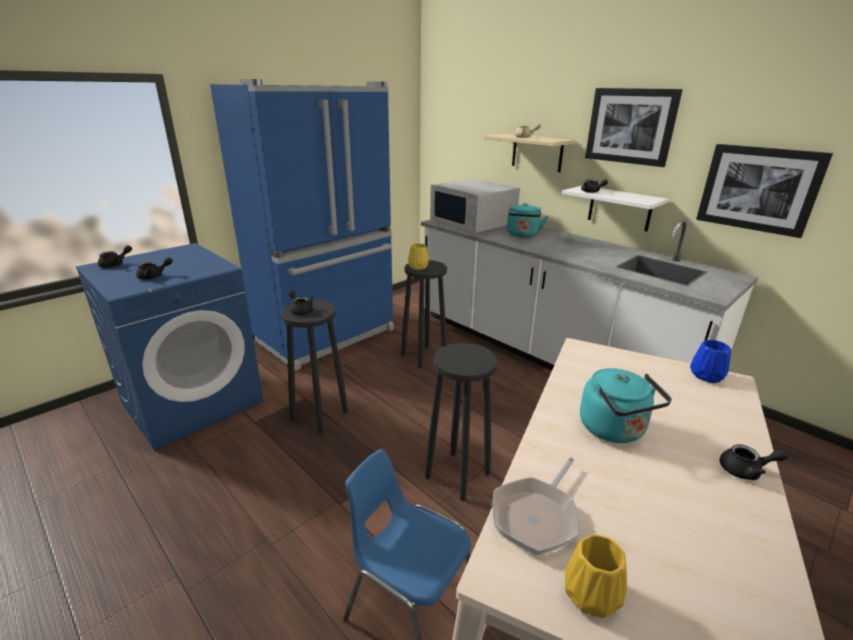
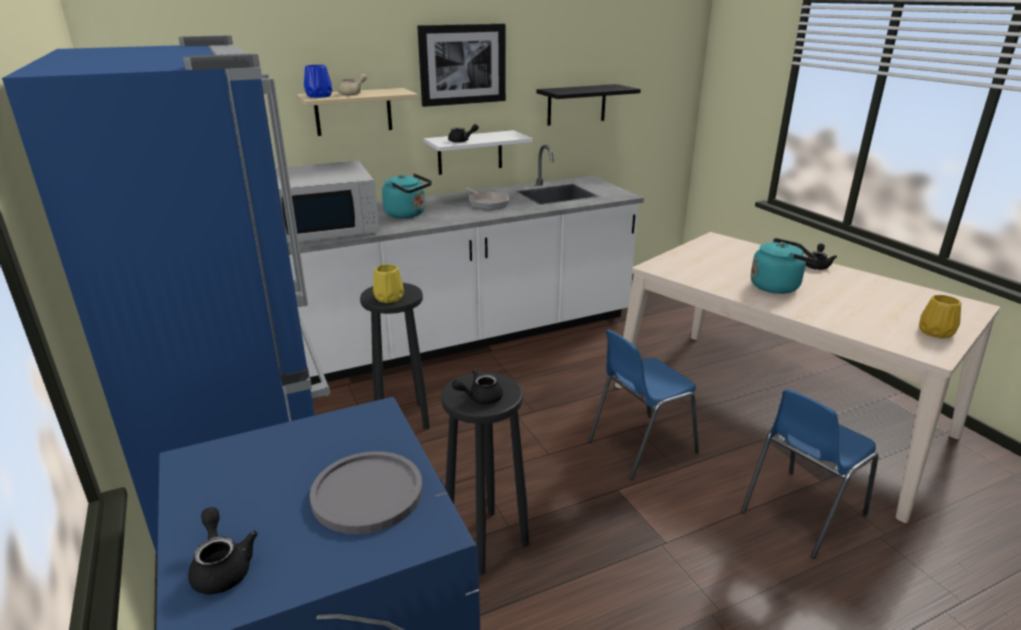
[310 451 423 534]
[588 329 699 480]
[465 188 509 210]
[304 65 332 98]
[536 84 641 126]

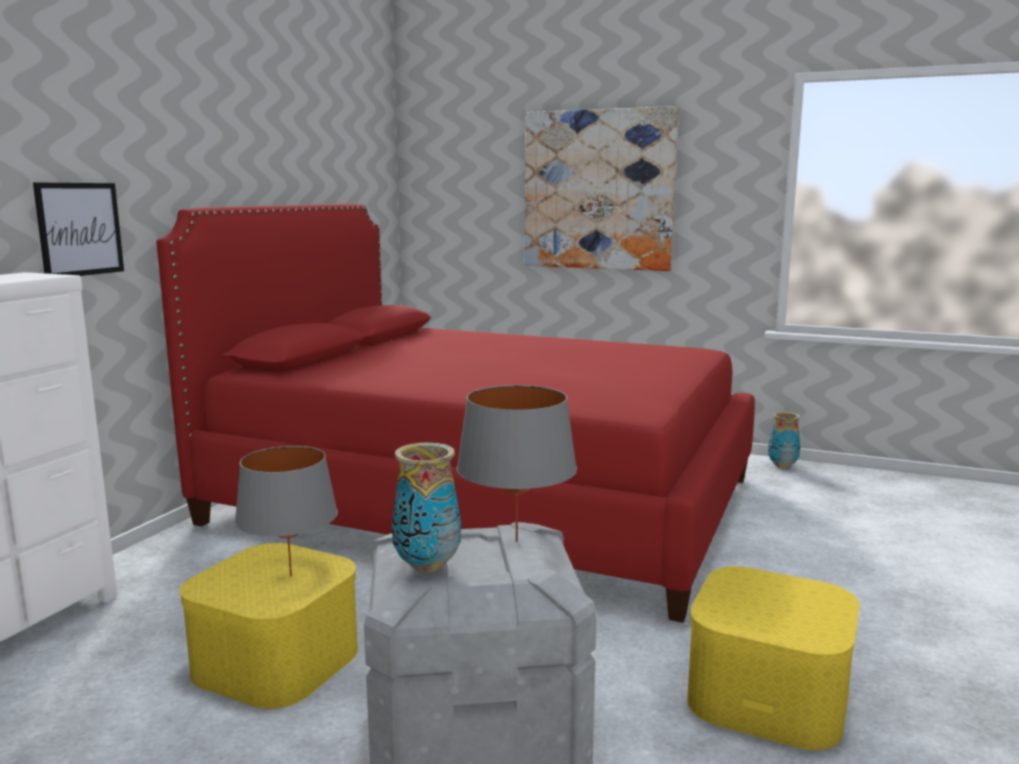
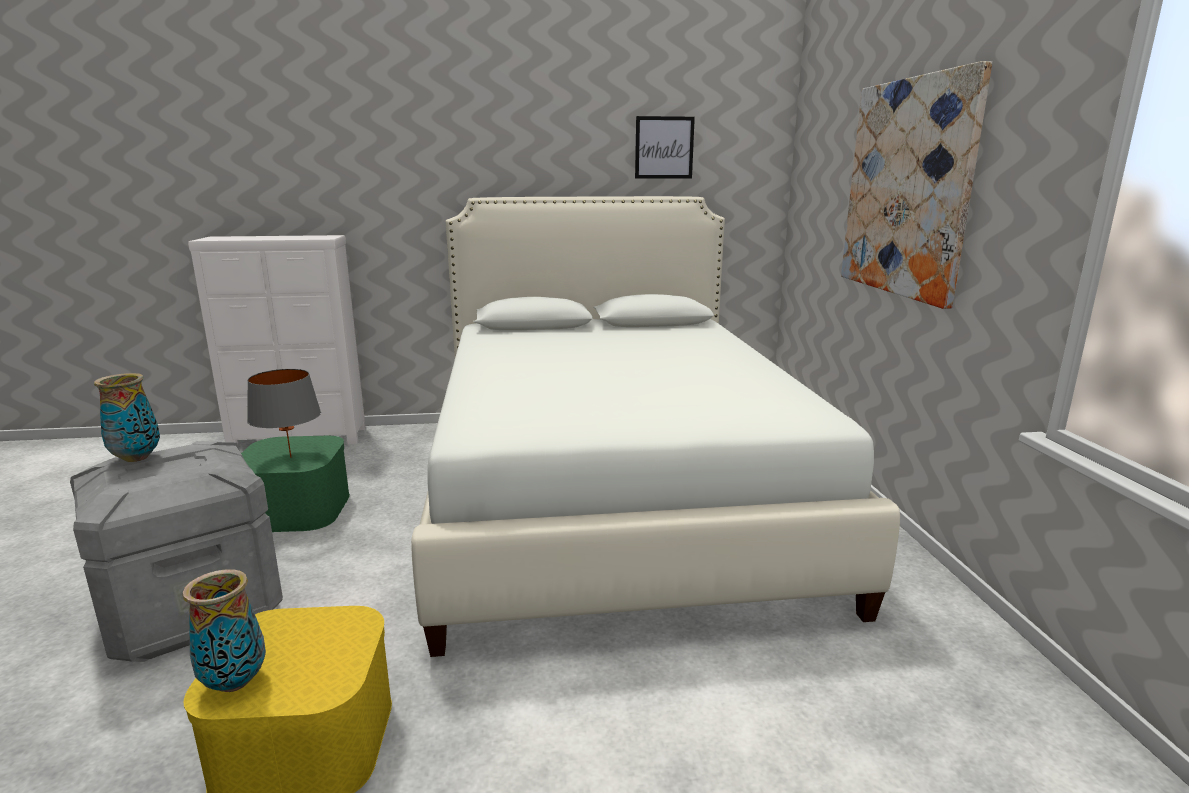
[635 116 695 178]
[411 196 900 657]
[241 436 350 532]
[456 385 577 542] (first image)
[182 569 266 692]

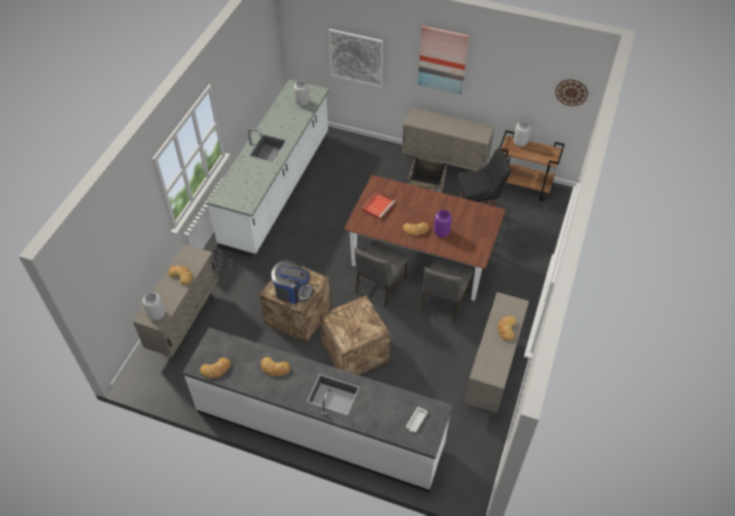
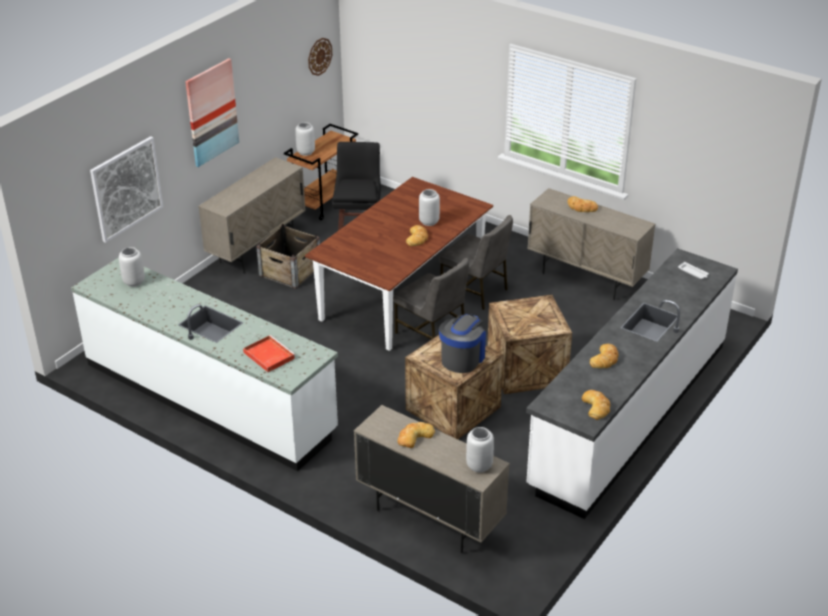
[243 335 296 372]
[419 189 440 226]

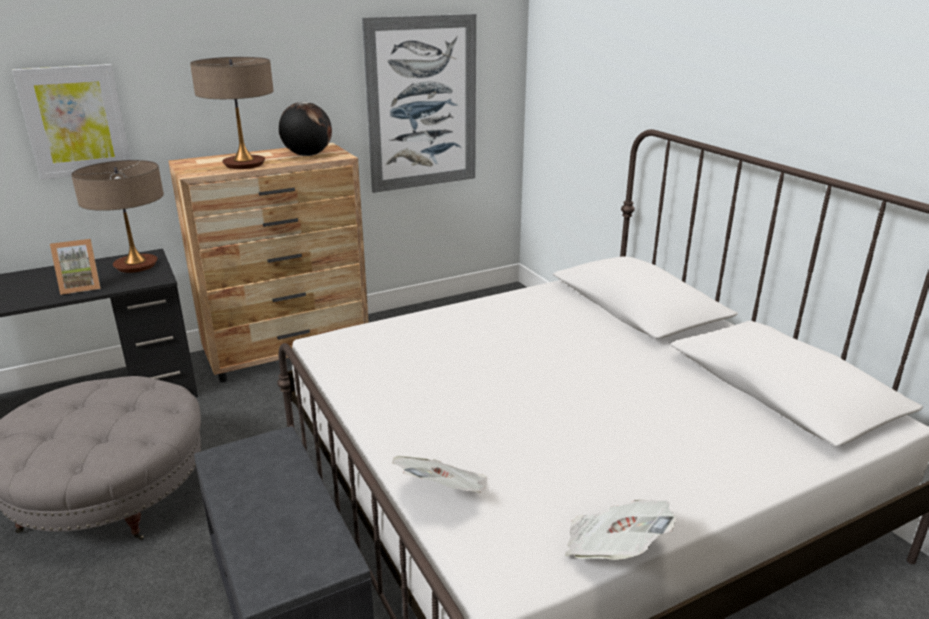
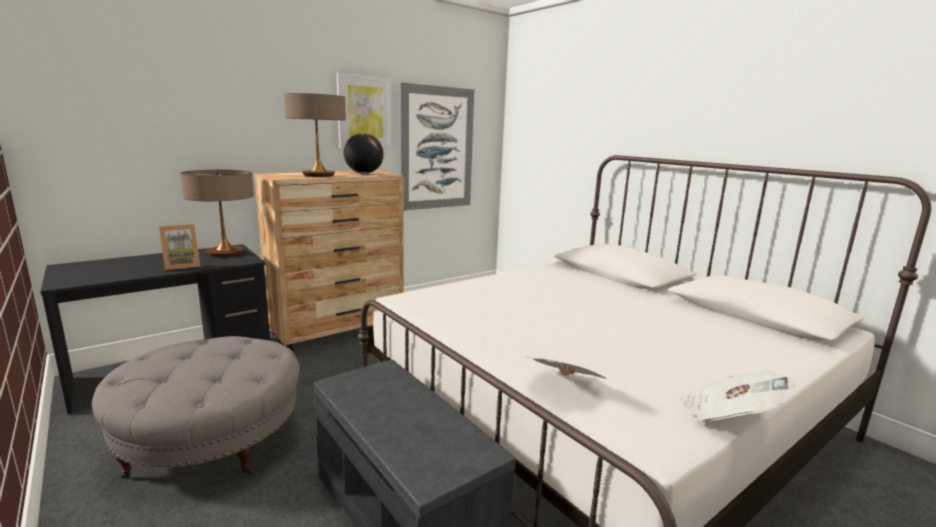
[337 73 392 148]

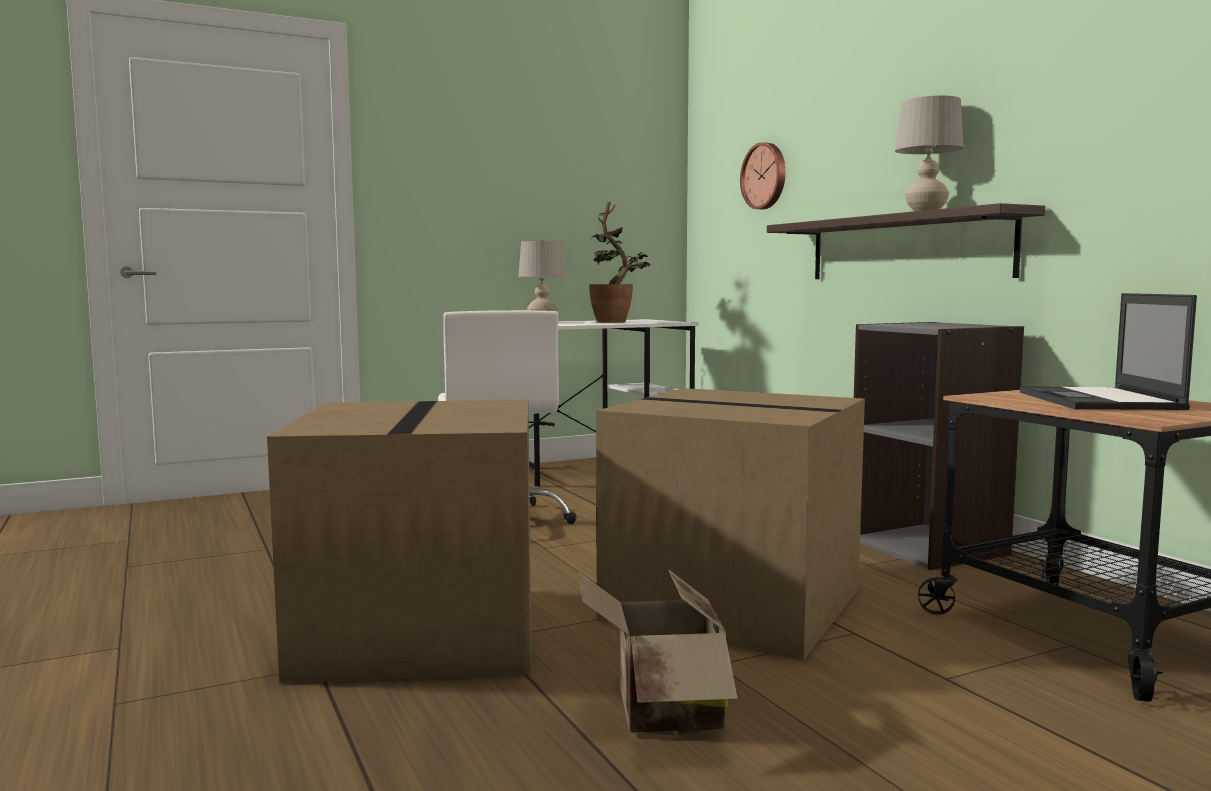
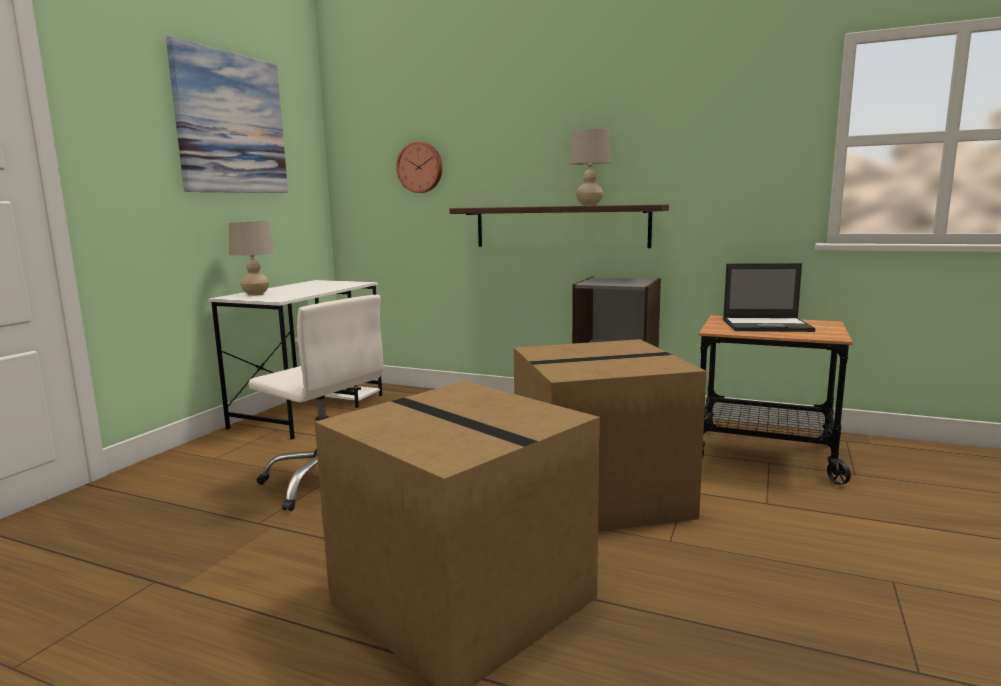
[578 569 738 735] (first image)
[589 202 651 323] (first image)
[723 263 816 332]
[166 36 288 193]

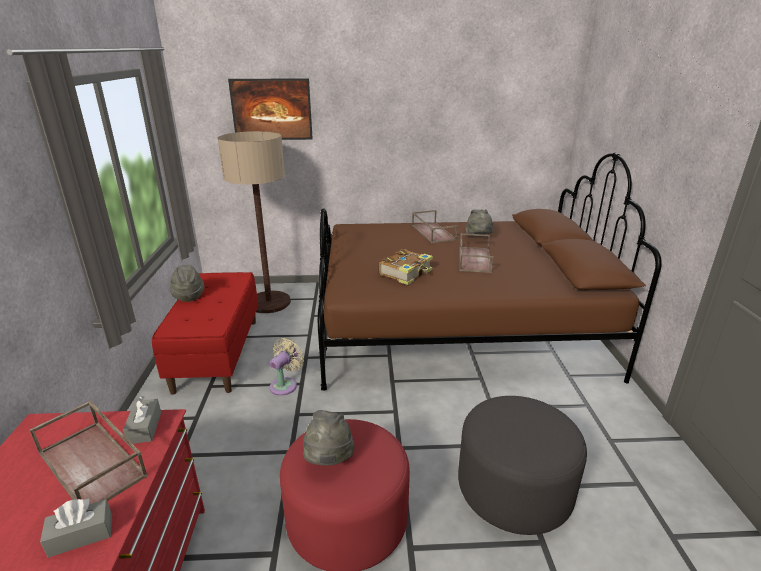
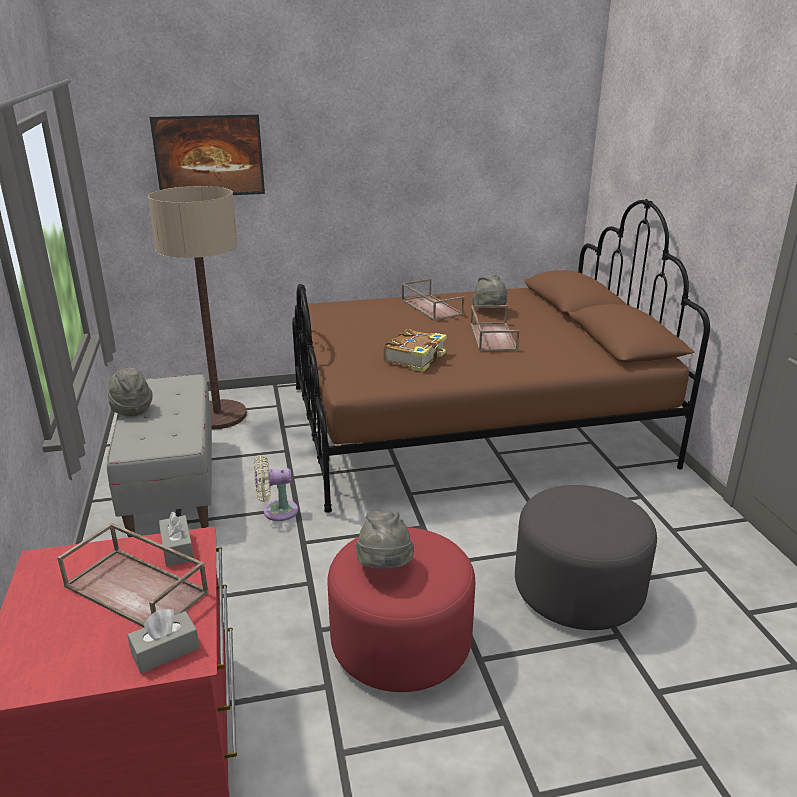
[107 374 212 537]
[254 455 298 521]

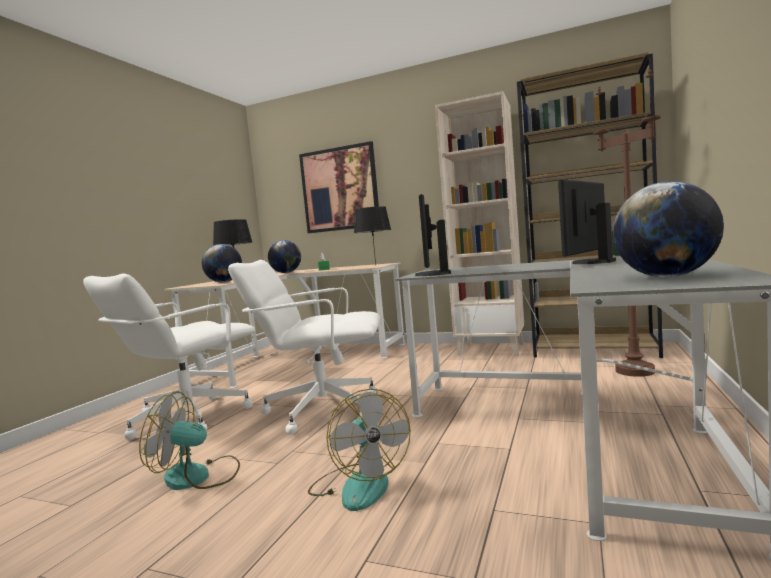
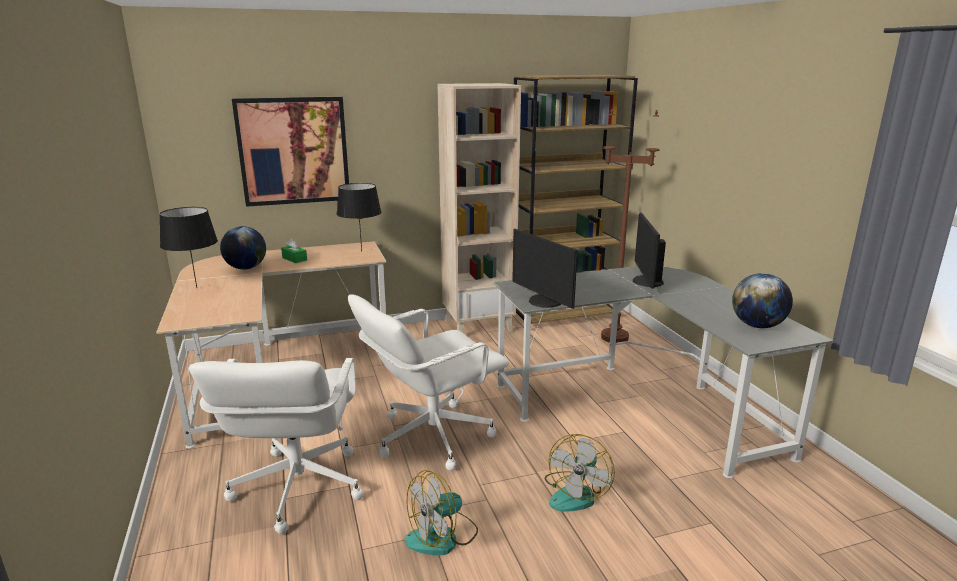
[202 244 242 282] (first image)
[545 434 615 511]

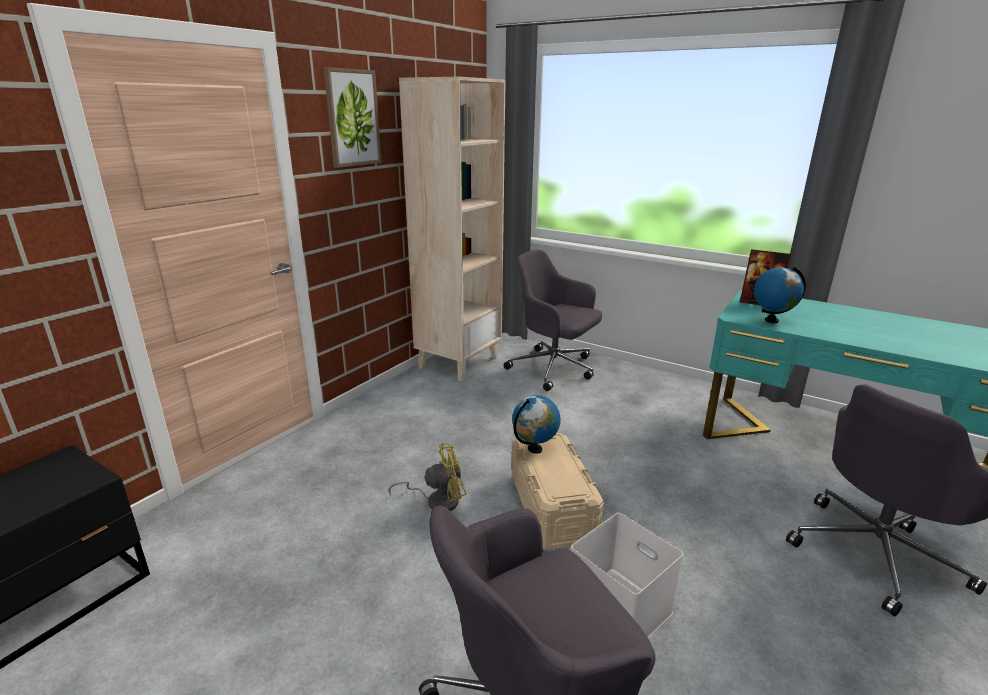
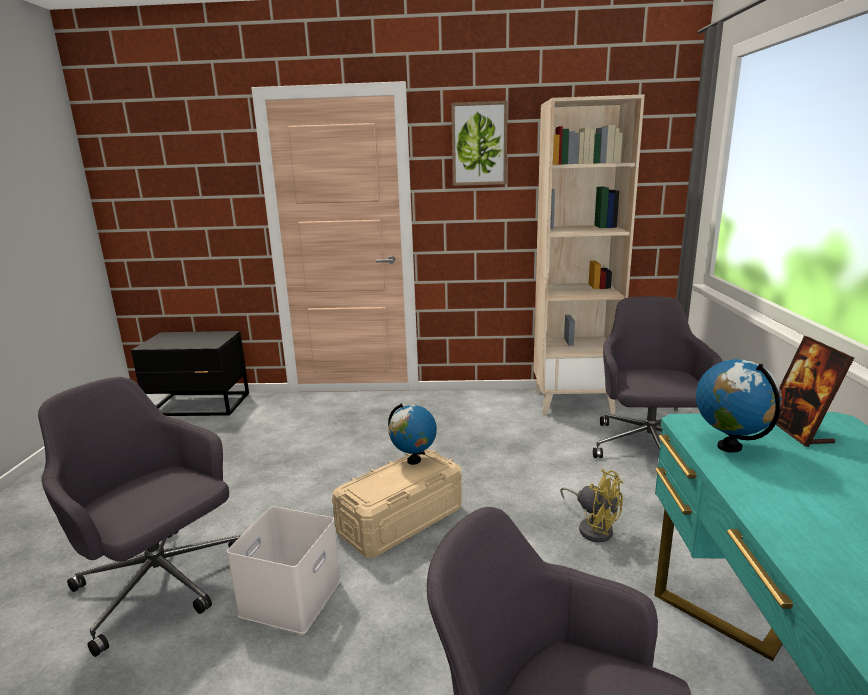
[560 469 623 542]

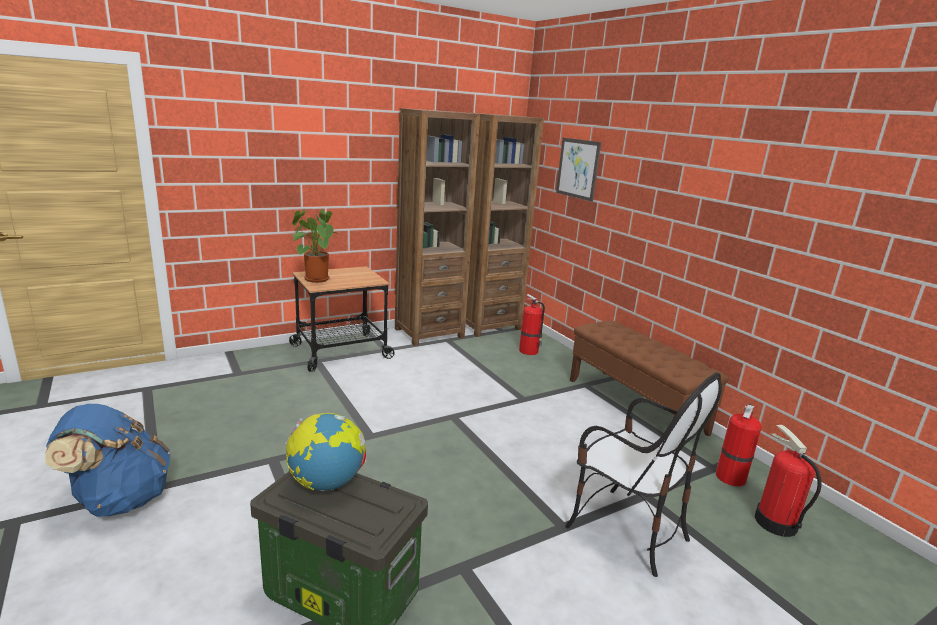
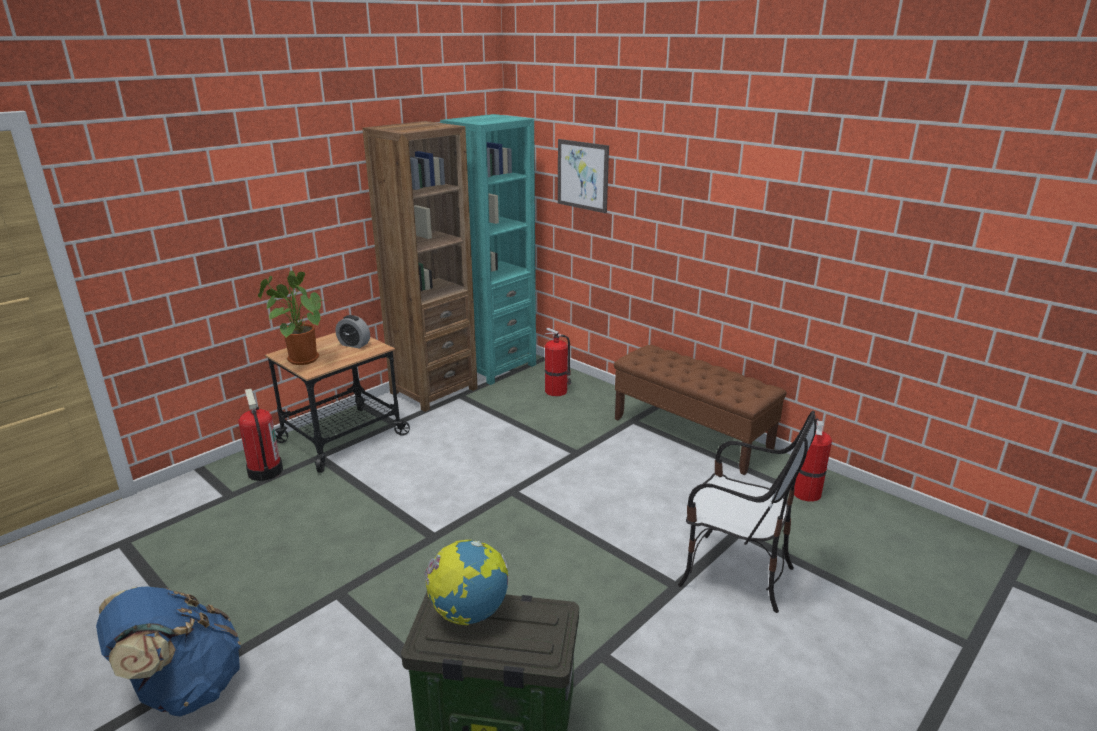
[440 114 536 385]
[238 389 283 481]
[336 315 370 349]

